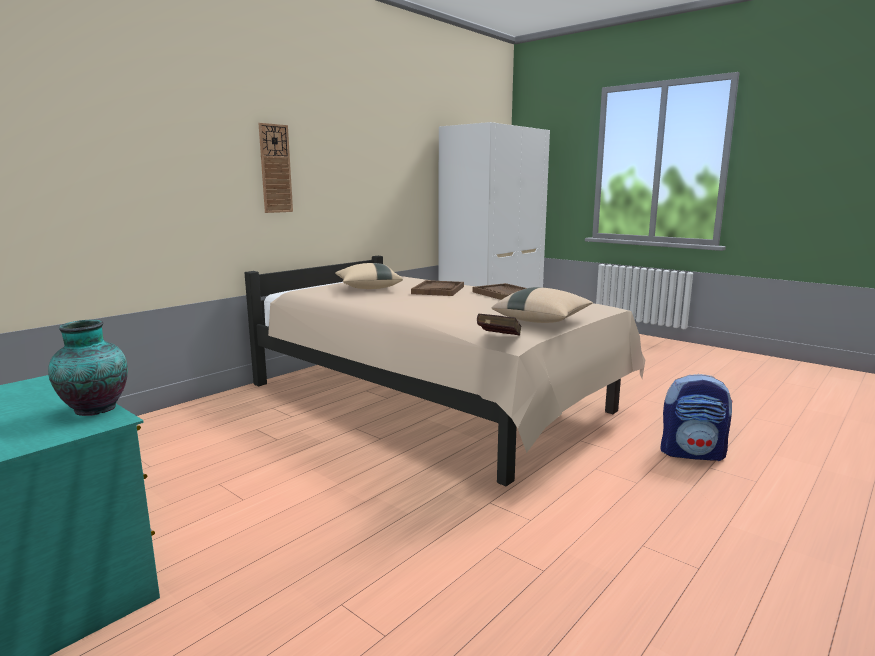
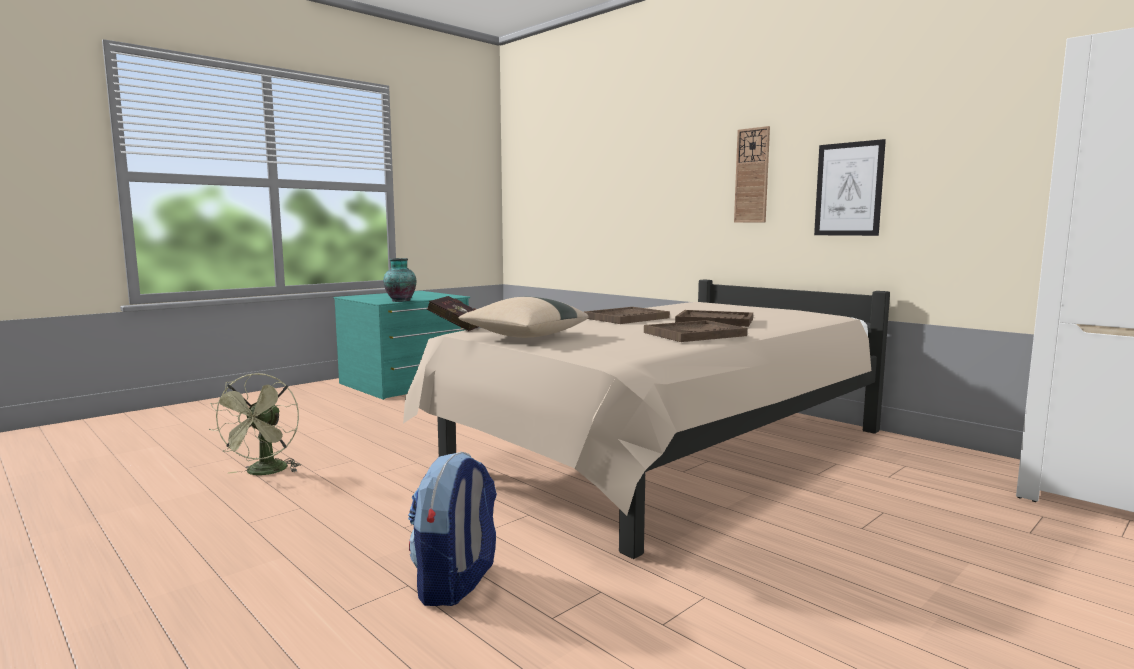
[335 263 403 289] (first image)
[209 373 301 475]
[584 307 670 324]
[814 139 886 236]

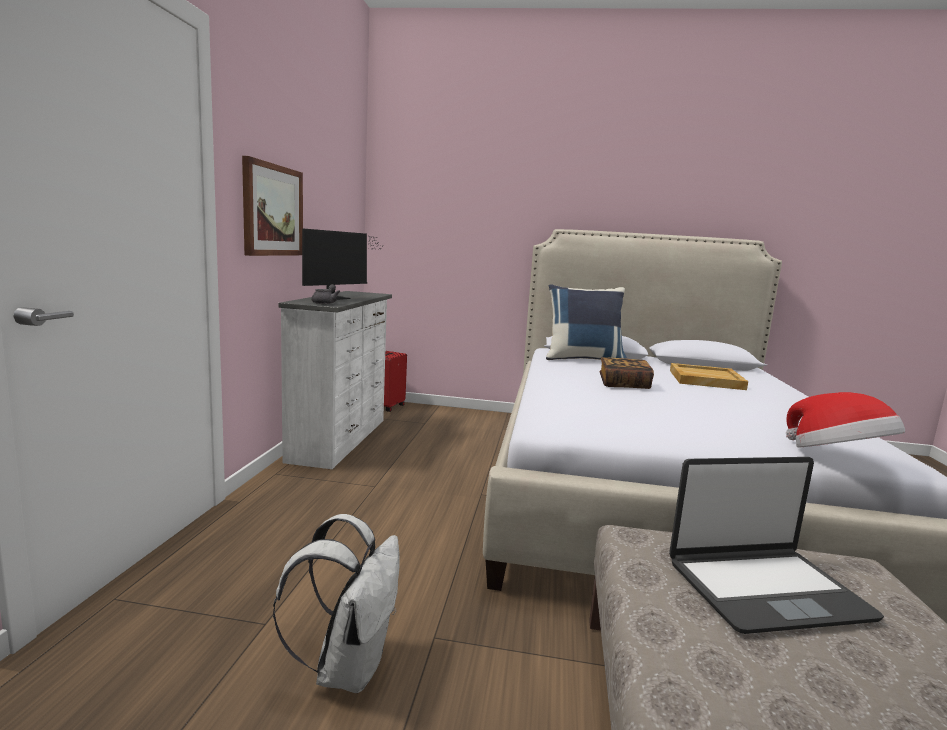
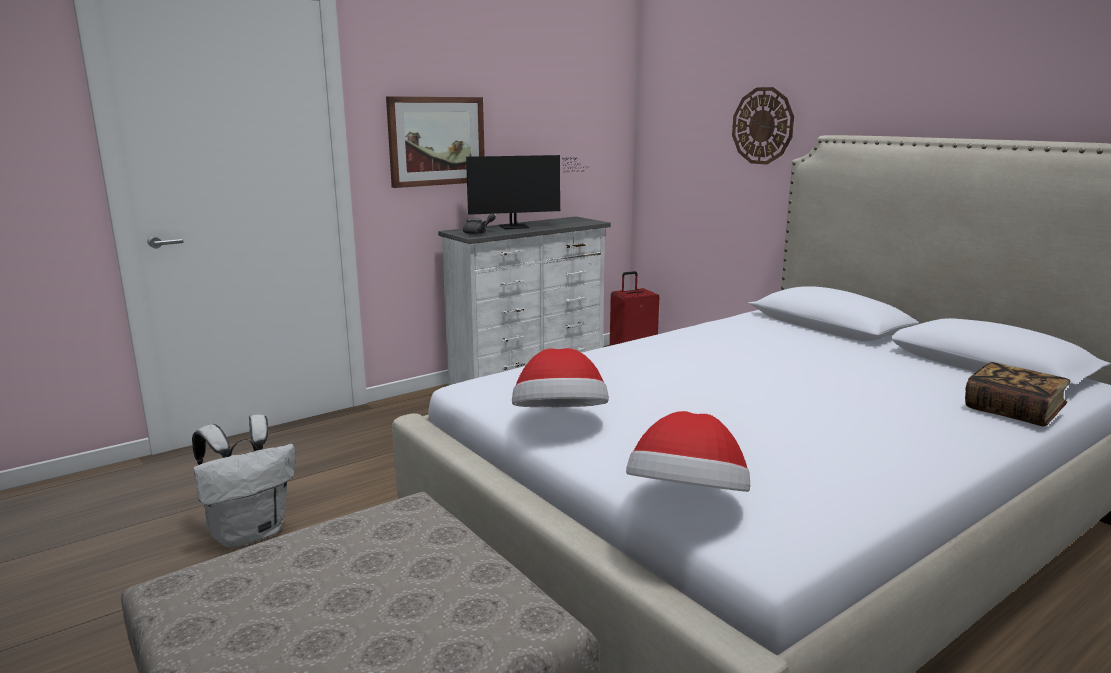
[546 284 627 360] (first image)
[965 362 1070 426]
[669 457 884 634] (first image)
[670 363 748 390] (first image)
[512 348 609 407]
[732 87 794 165]

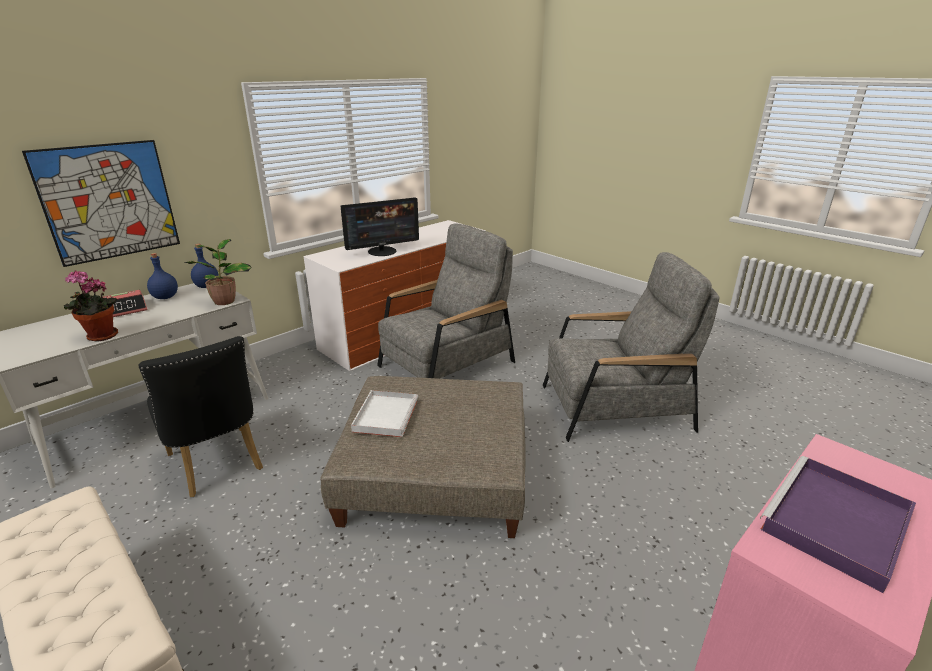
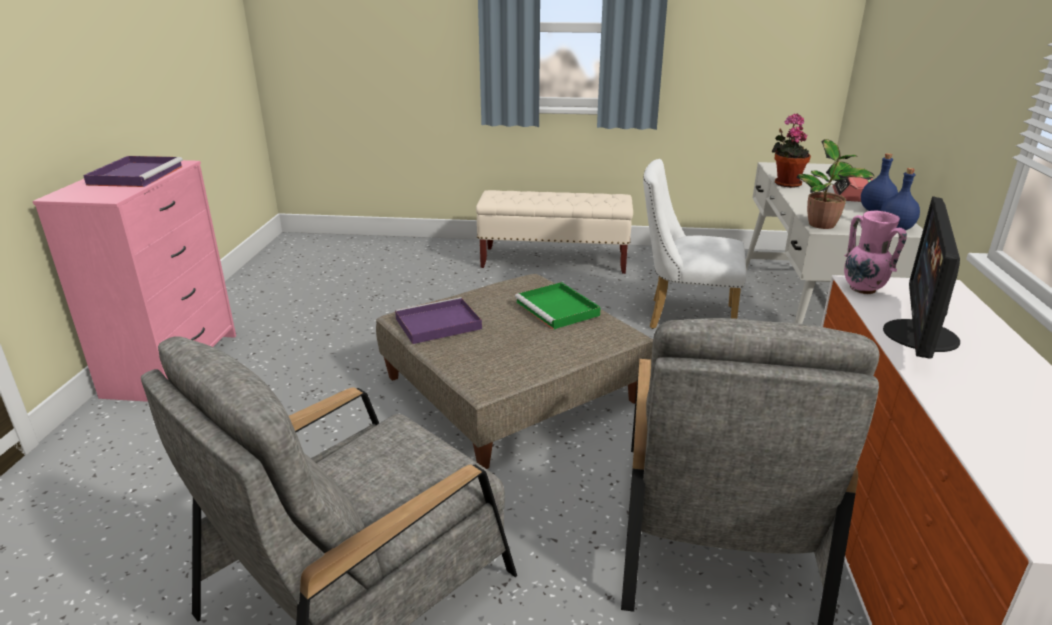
[22 140 180 267] (first image)
[643 159 746 329]
[515 282 601 330]
[395 297 482 344]
[844 211 907 294]

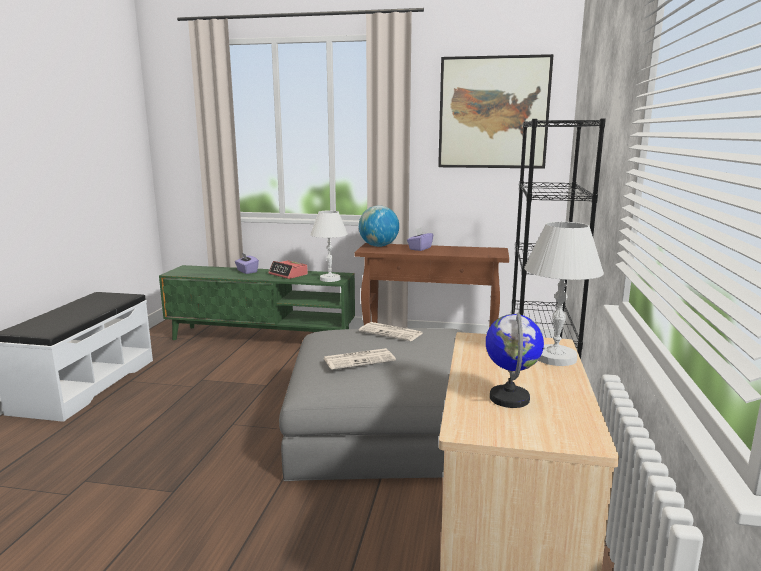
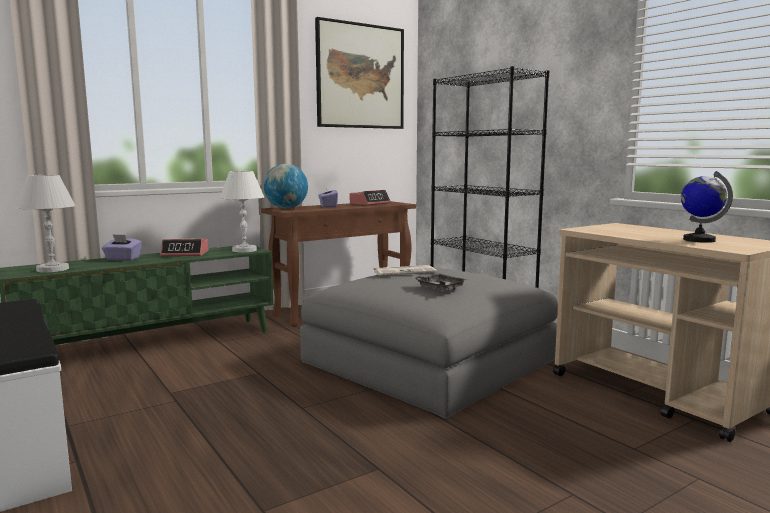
[413 273 467 291]
[16 175 75 273]
[350 190 391 205]

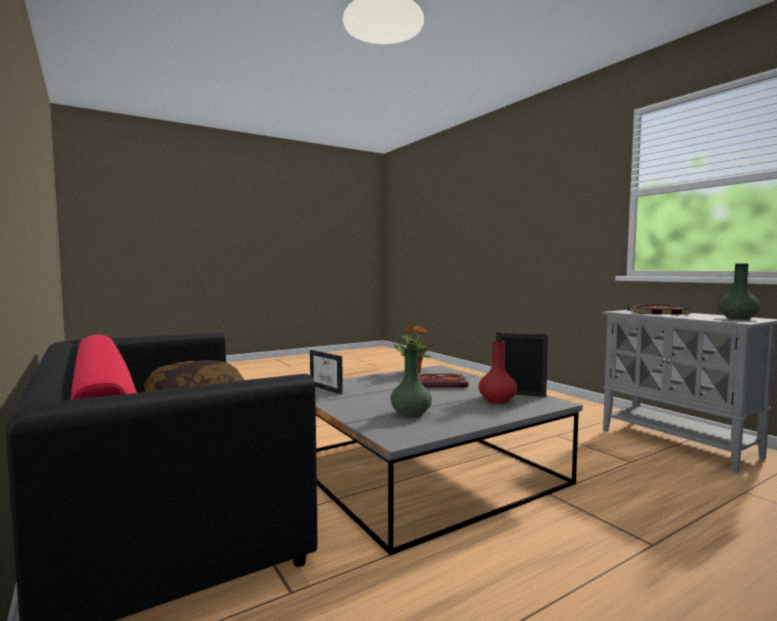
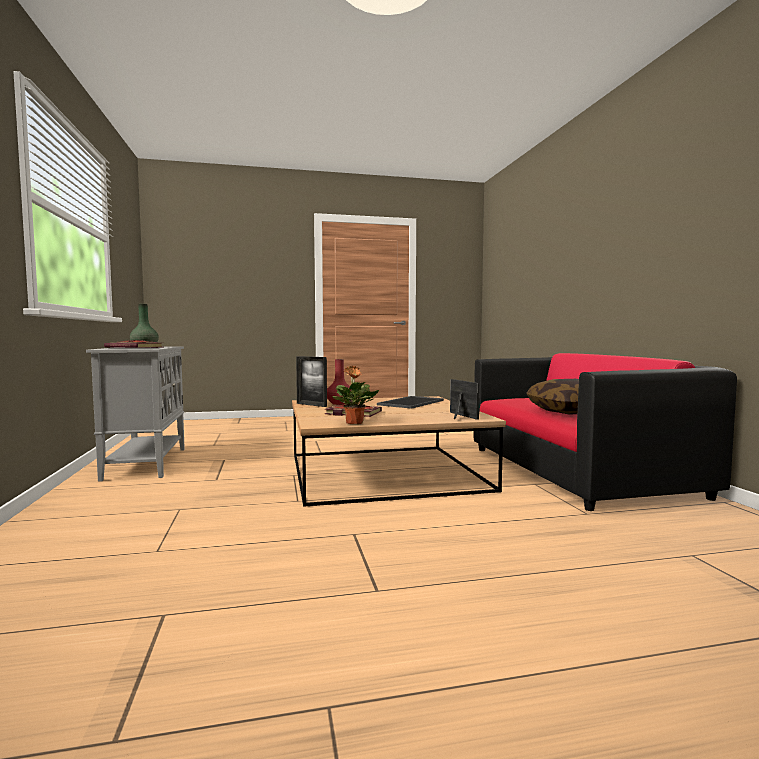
[292 396 506 507]
[377 396 444 409]

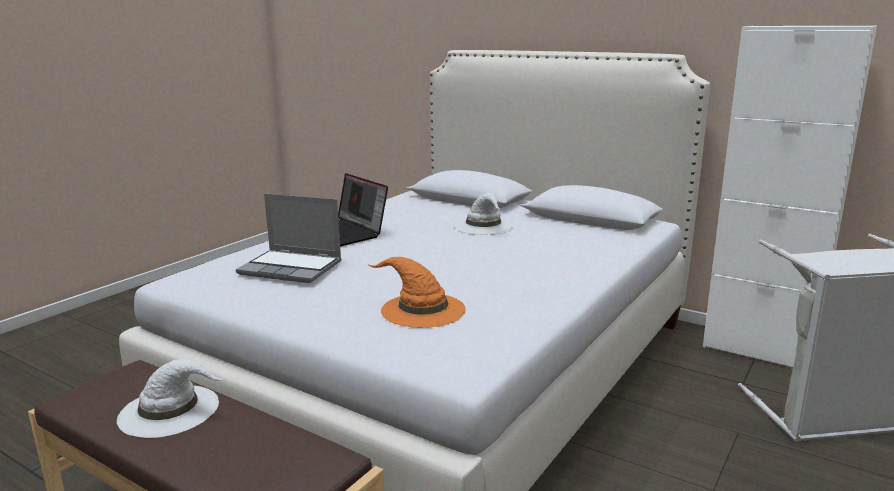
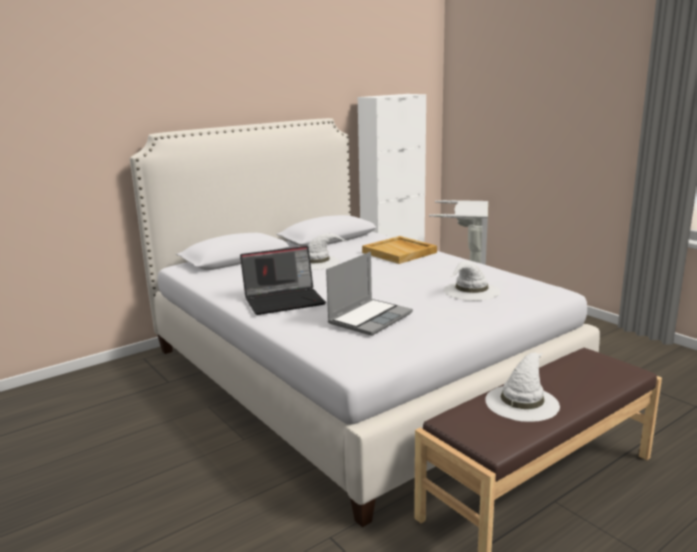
[444 261 500 301]
[362 236 437 264]

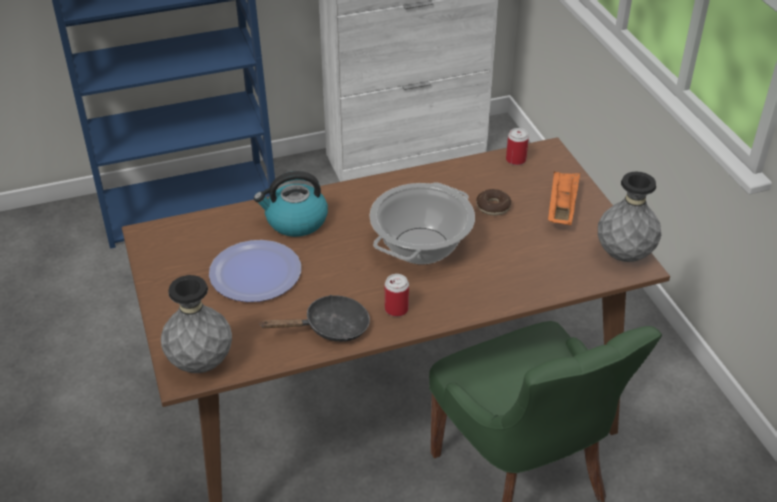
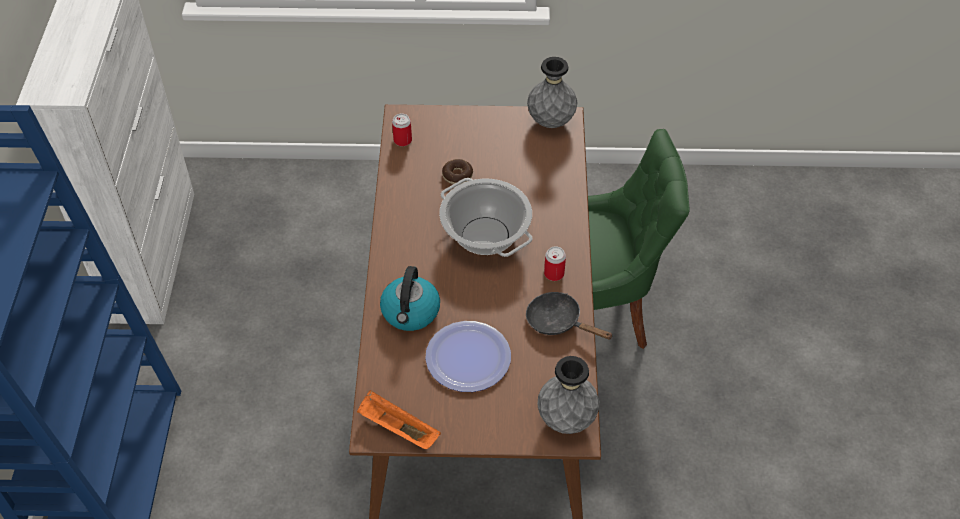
[526 292 613 340]
[357 390 441 449]

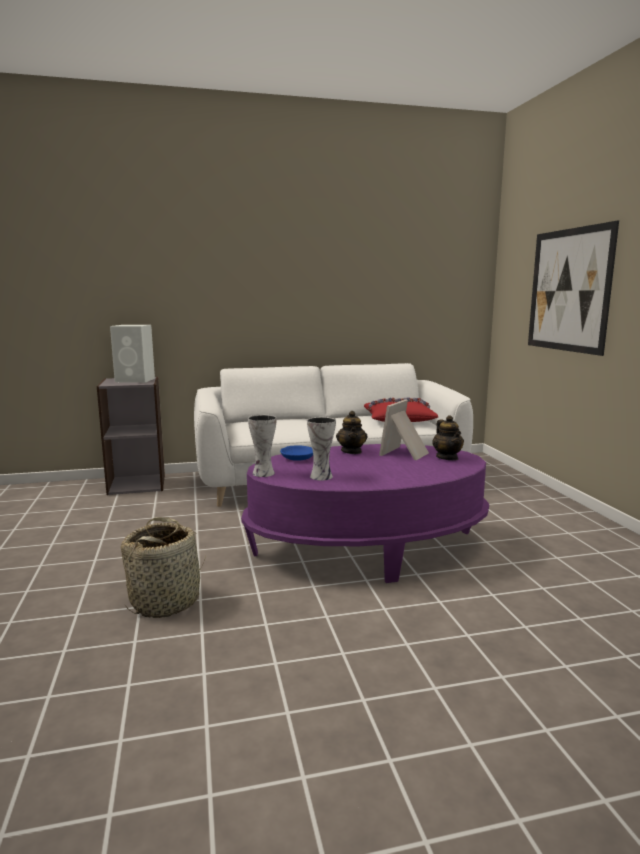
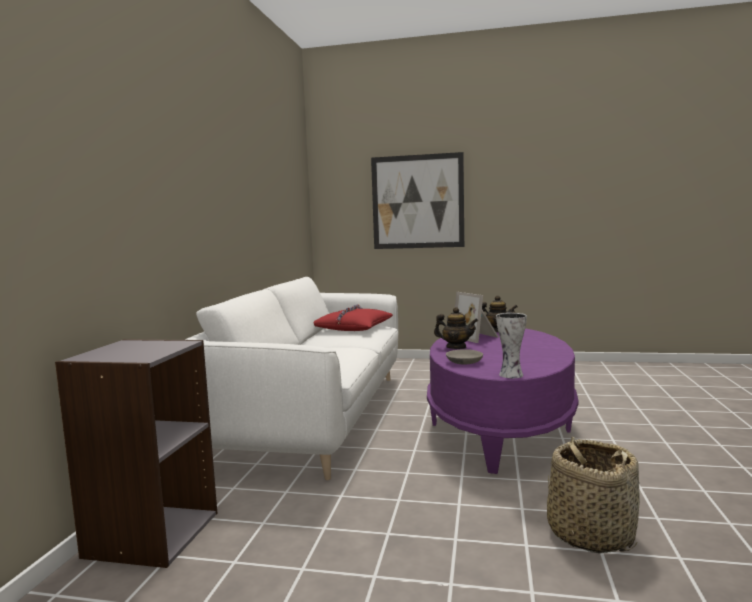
[110 325 155 383] (first image)
[446 349 483 365]
[307 417 336 481] (first image)

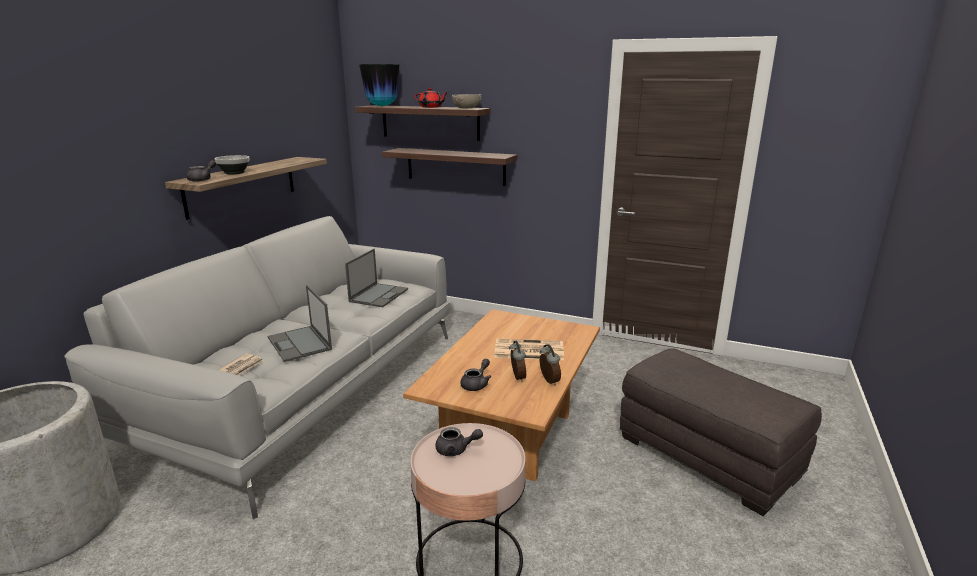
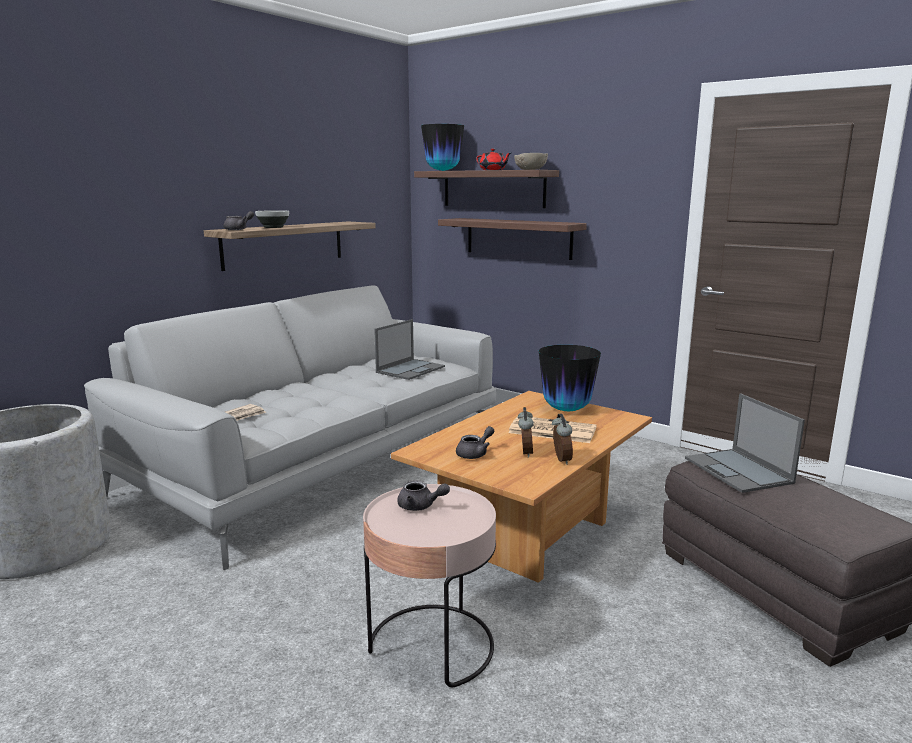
[685 393 805 493]
[539 345 601 411]

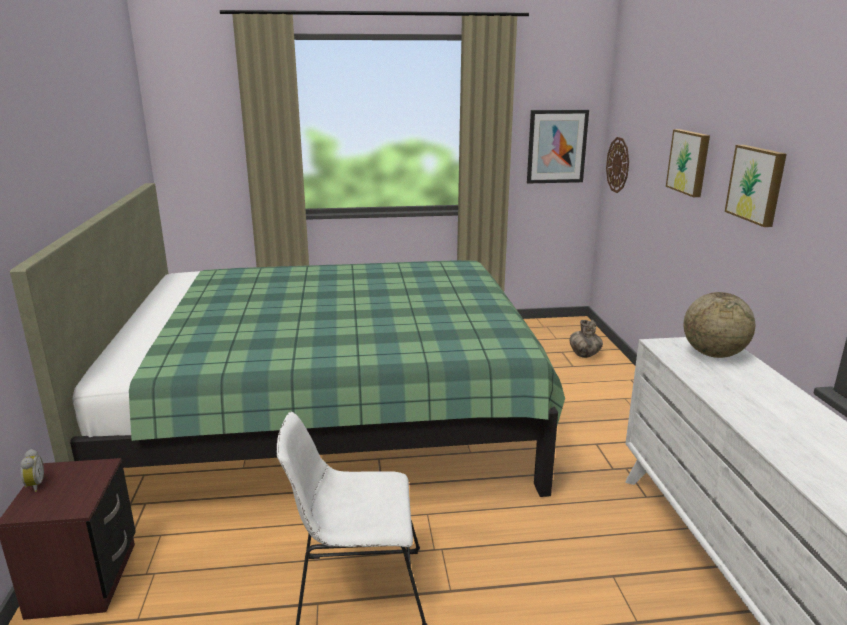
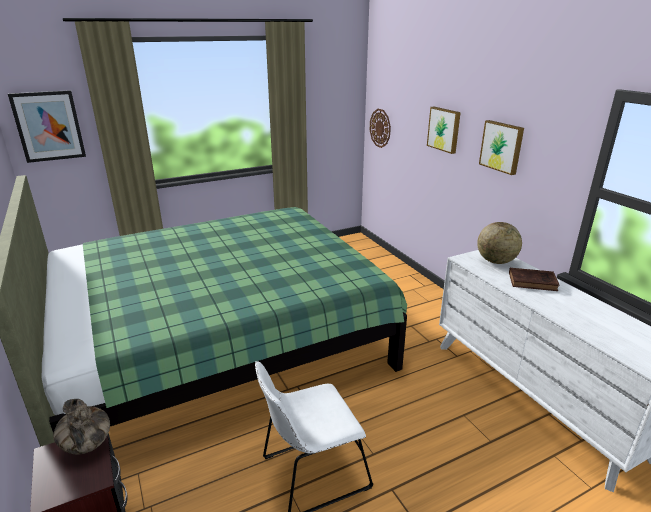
[20 449 44 492] (first image)
[8 90 86 163]
[53 399 110 455]
[509 268 560 291]

